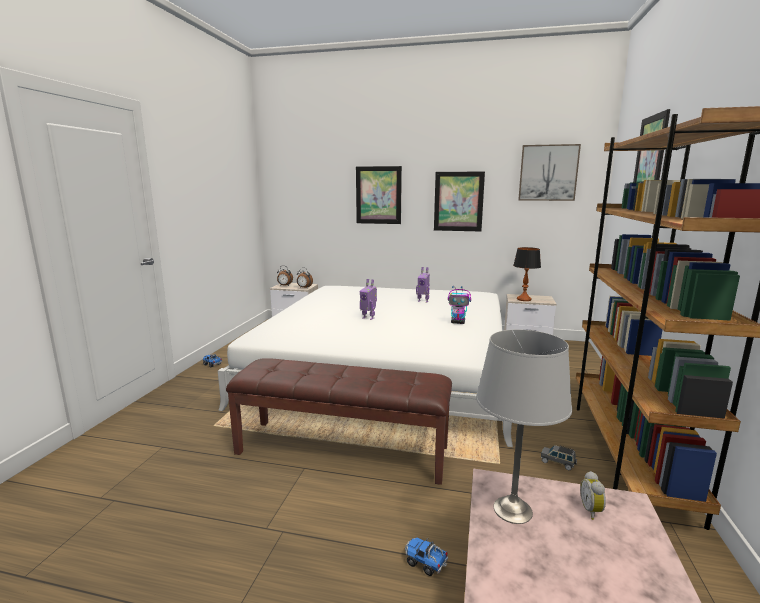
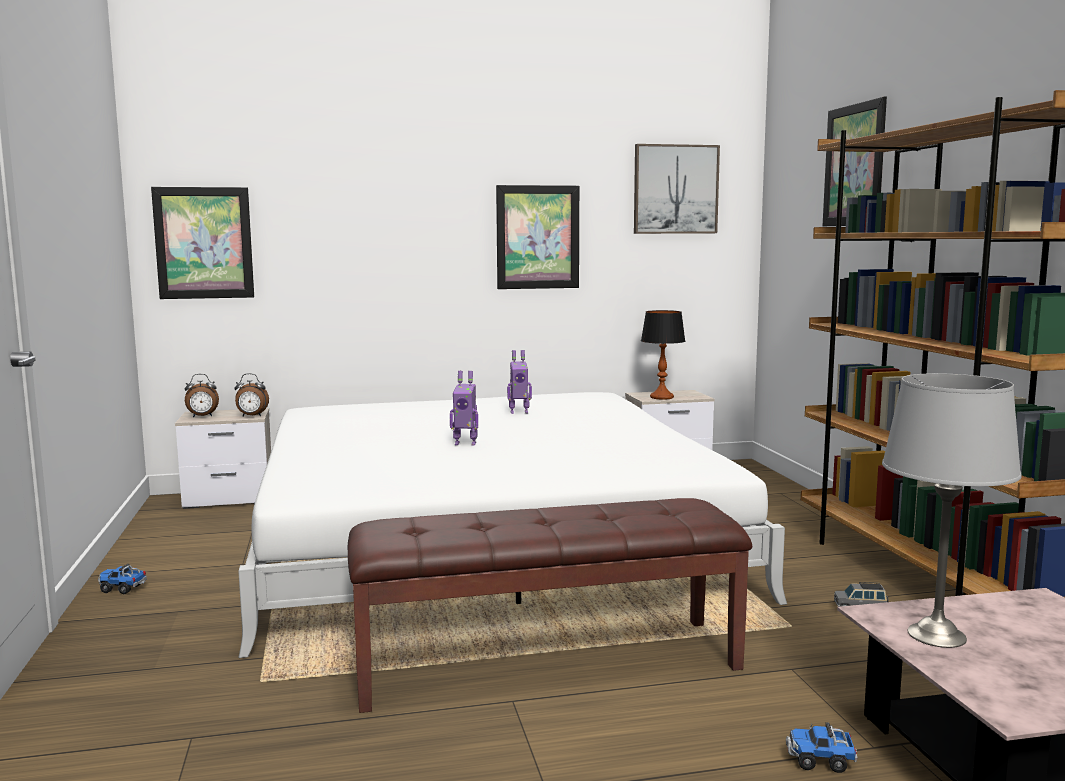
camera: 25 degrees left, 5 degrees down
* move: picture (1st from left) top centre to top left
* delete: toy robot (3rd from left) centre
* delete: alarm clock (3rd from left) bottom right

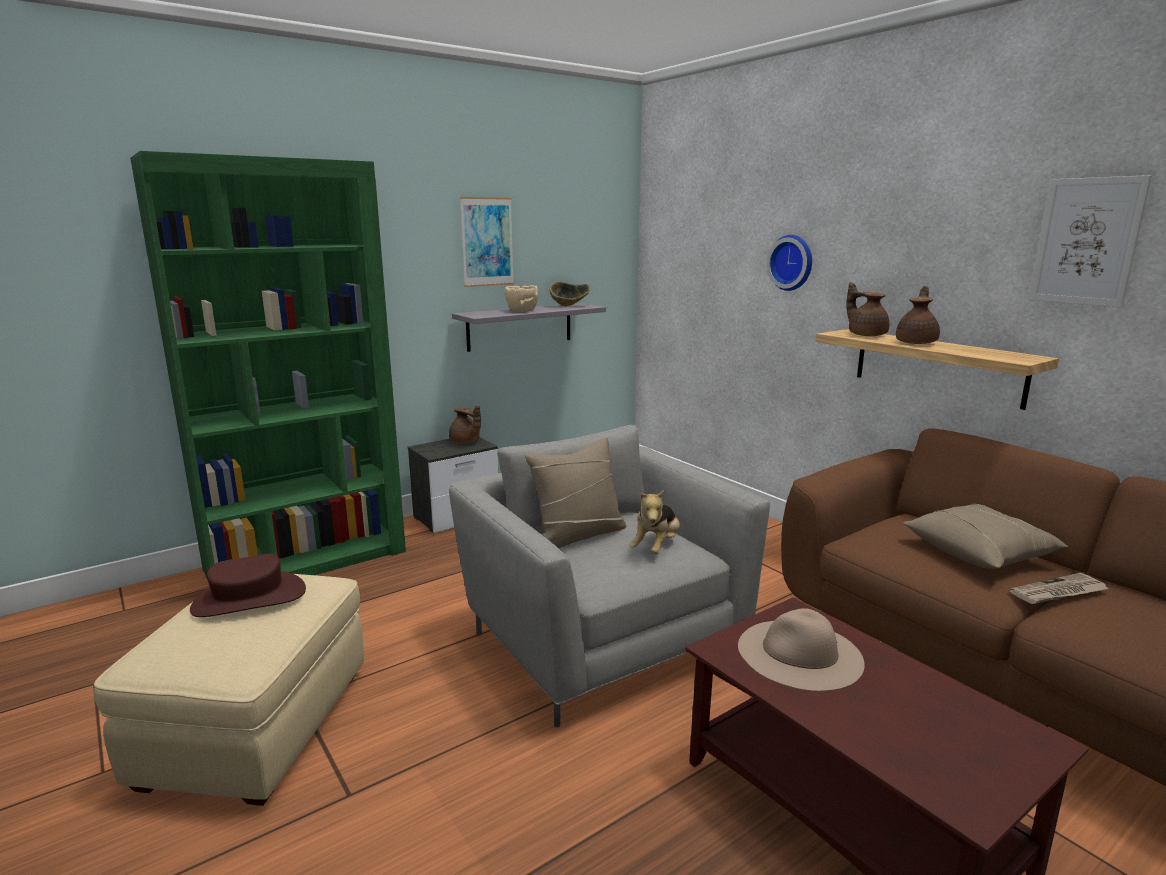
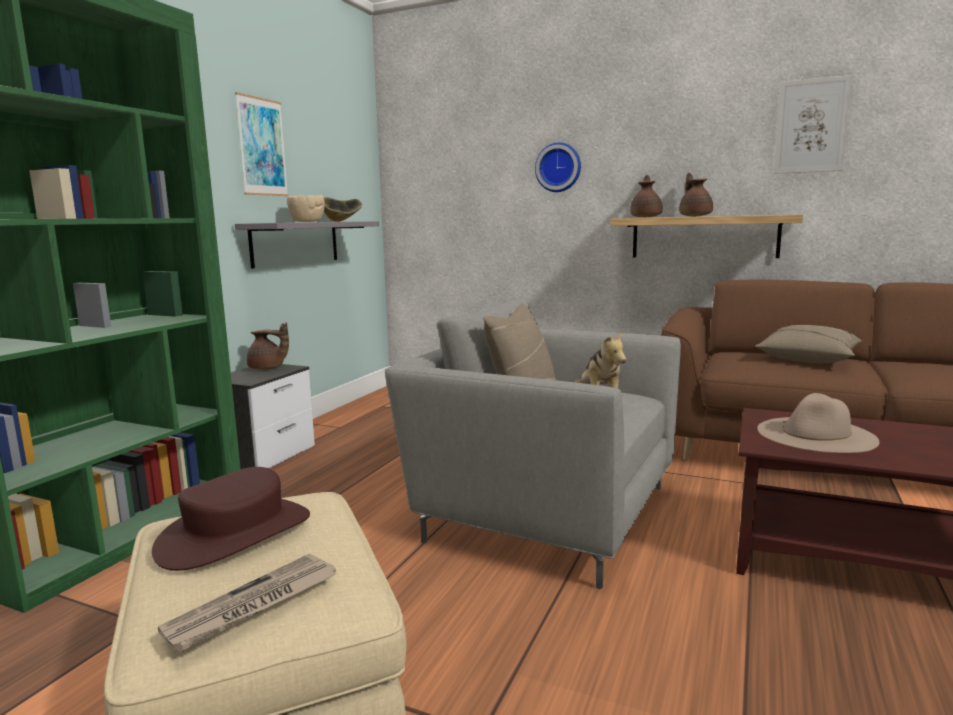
camera: 30 degrees left, 5 degrees down
* rotate: teapot/brown (2nd from left) middle right = top right 75 degrees clockwise
* move: newspaper bottom right to bottom left

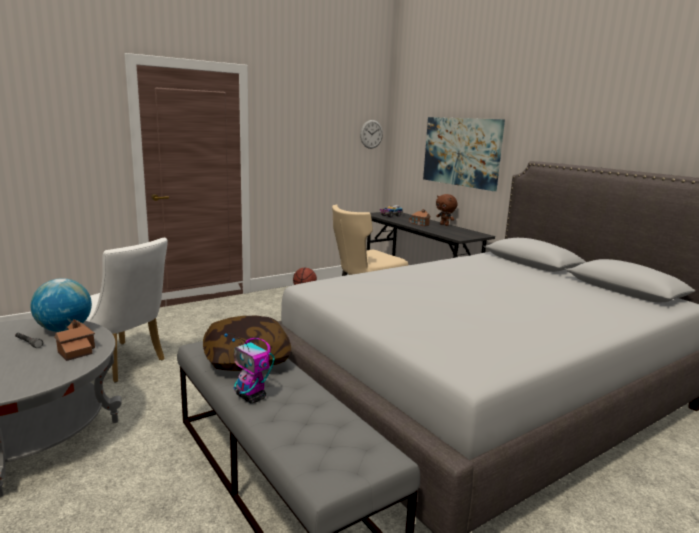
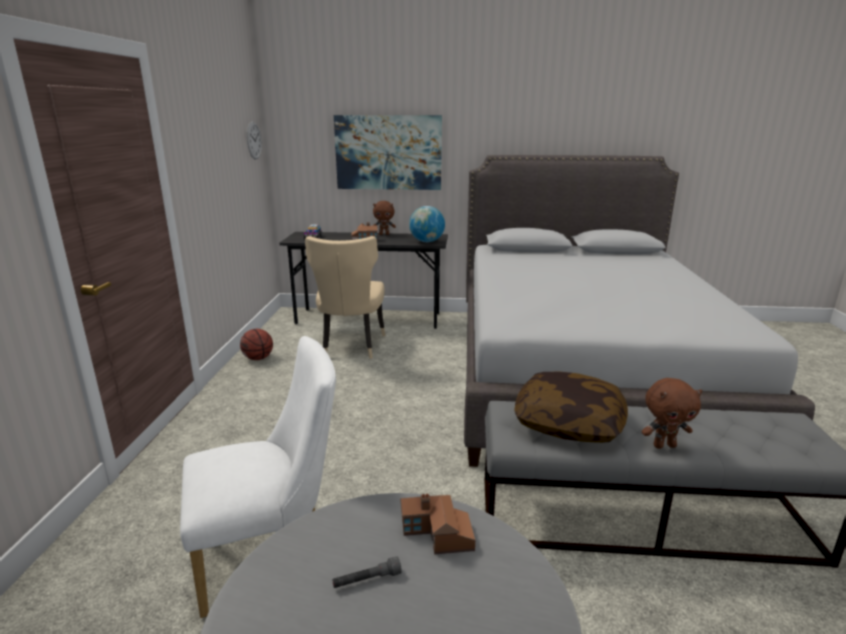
camera: 50 degrees left, 5 degrees up
* move: globe middle left to centre
* replace: toy robot bottom centre to plush toy/brown (2nd from left) middle right

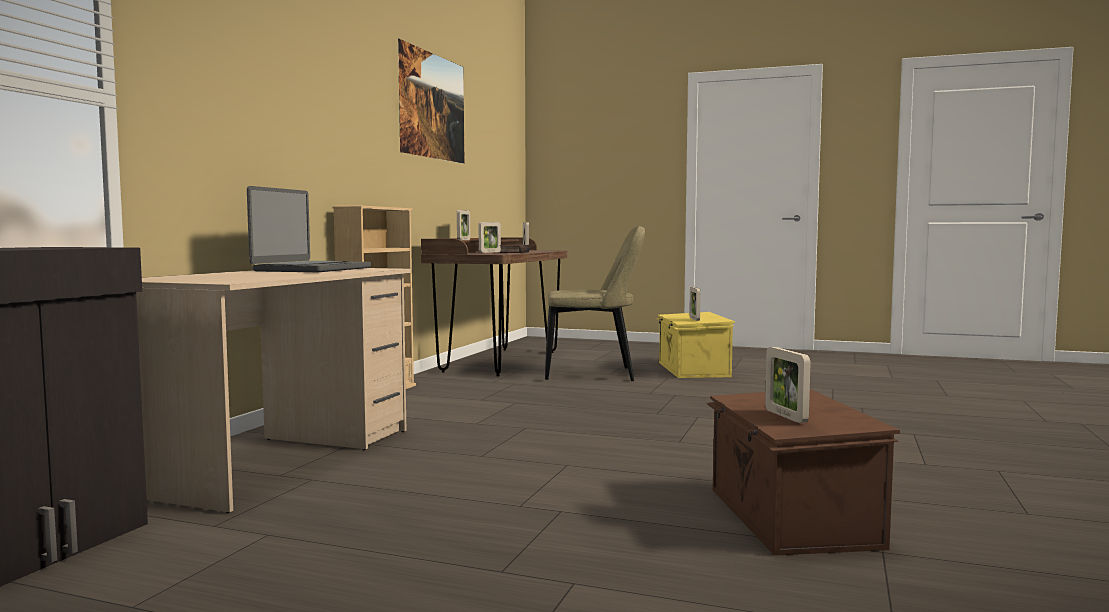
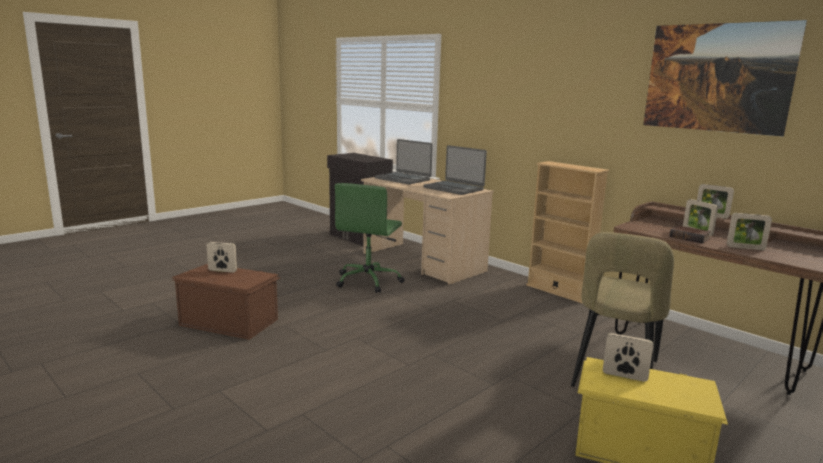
camera: 115 degrees right, 10 degrees up
* insert: laptop (1st from left) centre
* insert: office chair/green centre

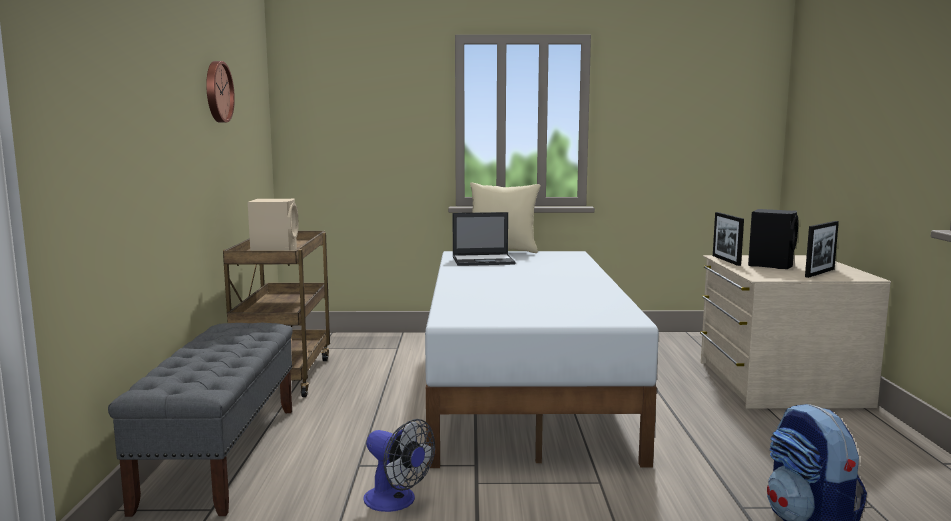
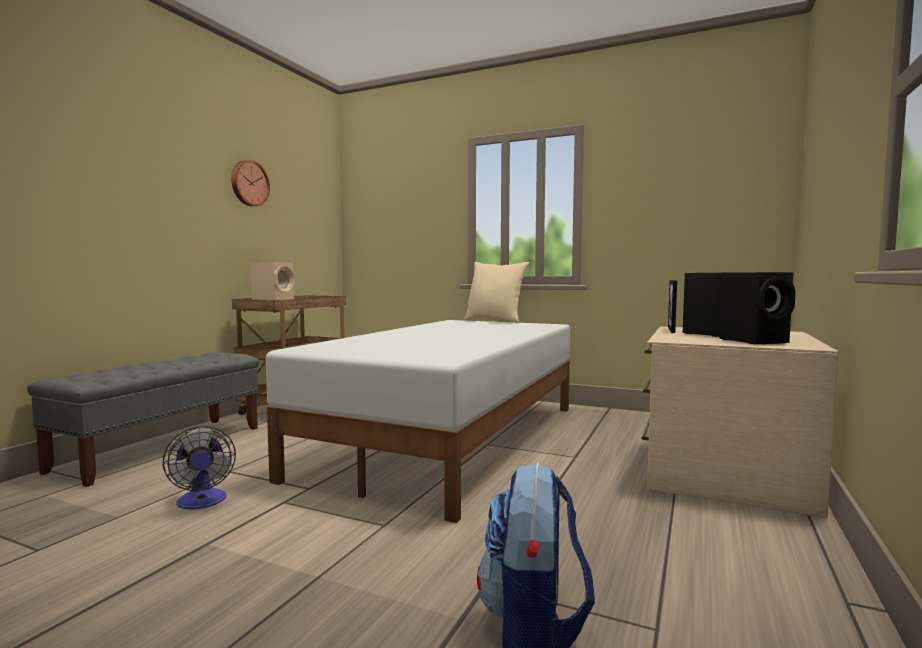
camera: 25 degrees right, 5 degrees down
* delete: laptop centre
* replace: picture frame (2nd from left) middle right to speaker/black (2nd from left) middle right

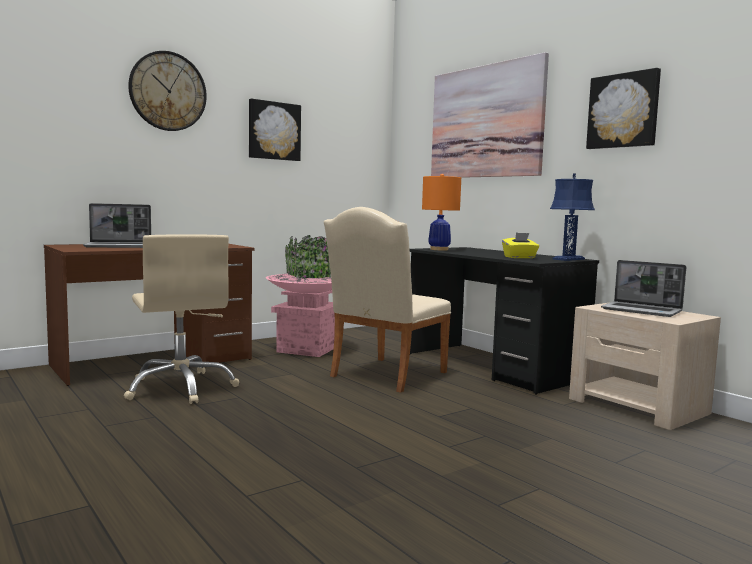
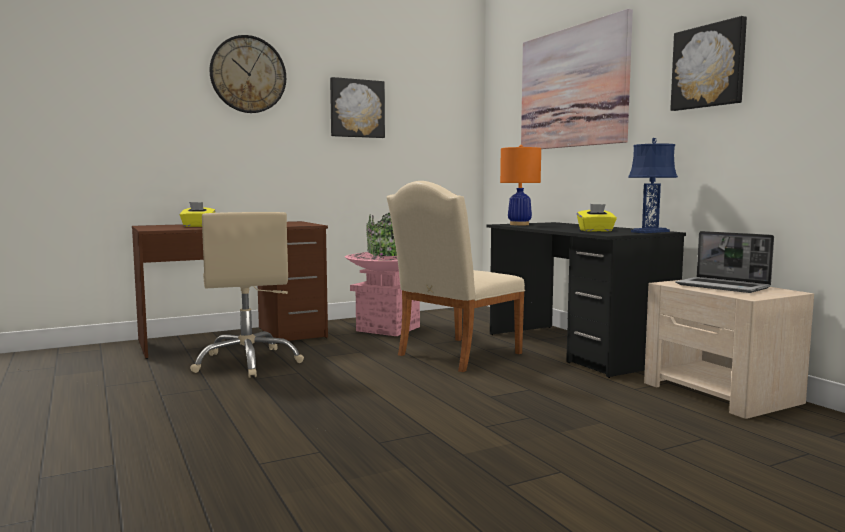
camera: 10 degrees right, 0 degrees up
* replace: laptop (1st from left) middle left to tissue box/yellow (1st from left) middle left

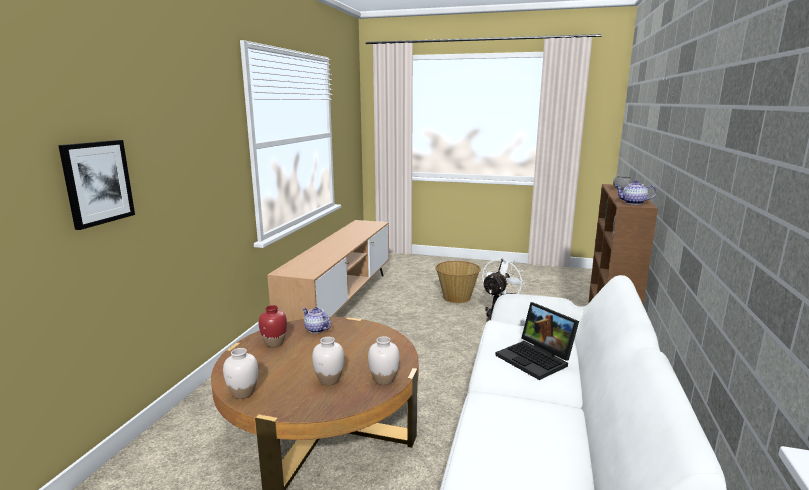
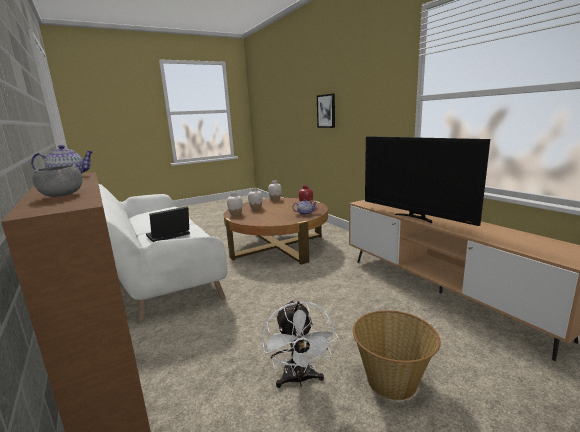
camera: 135 degrees right, 0 degrees up
* rotate: laptop bottom centre = middle left 45 degrees counterclockwise
* insert: television middle right

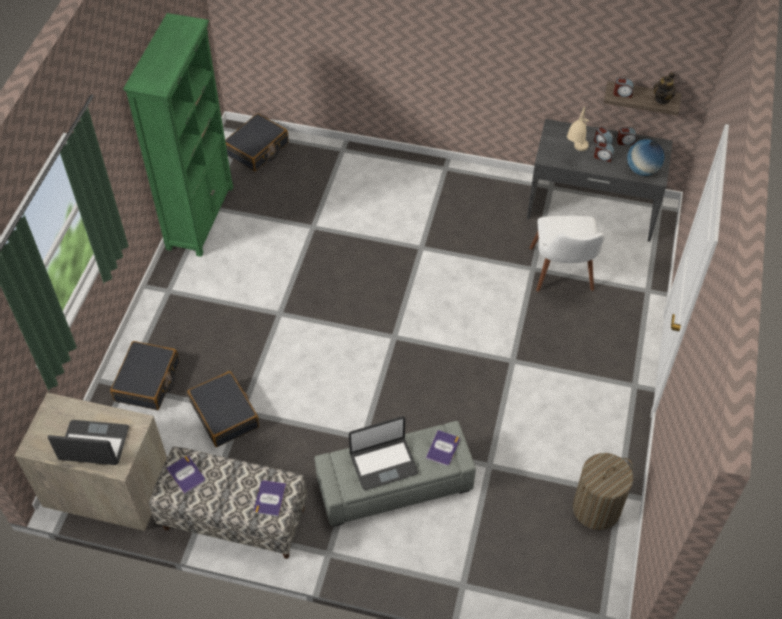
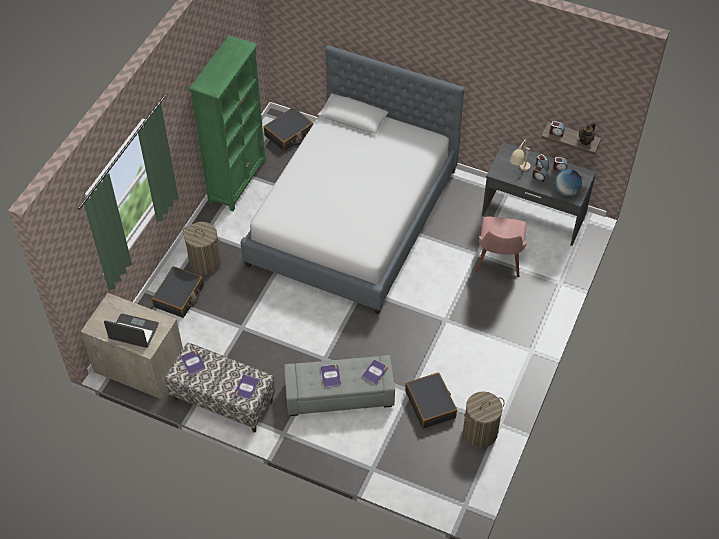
camera: 10 degrees right, 0 degrees up
* recolor: chair/white middle right to chair/pink middle right
* move: suitcase/black (2nd from left in the first image) middle left to suitcase/black (3rd from left) bottom centre
* replace: laptop (2nd from left) bottom centre to book (3rd from left) bottom centre
* insert: bed centre
* insert: laundry basket (1st from left) middle left

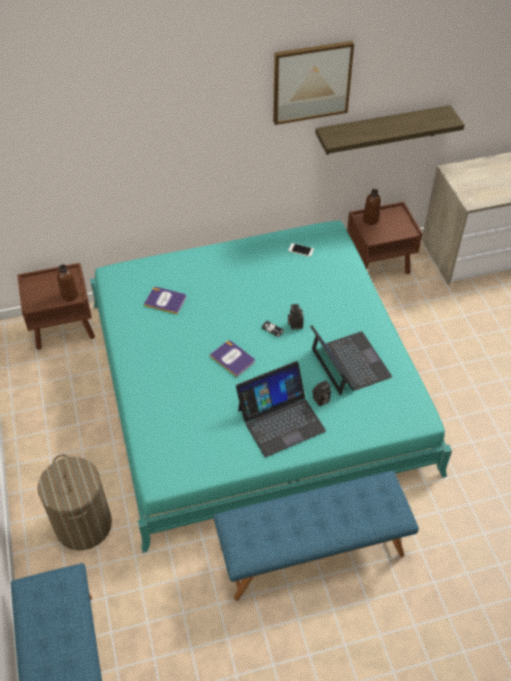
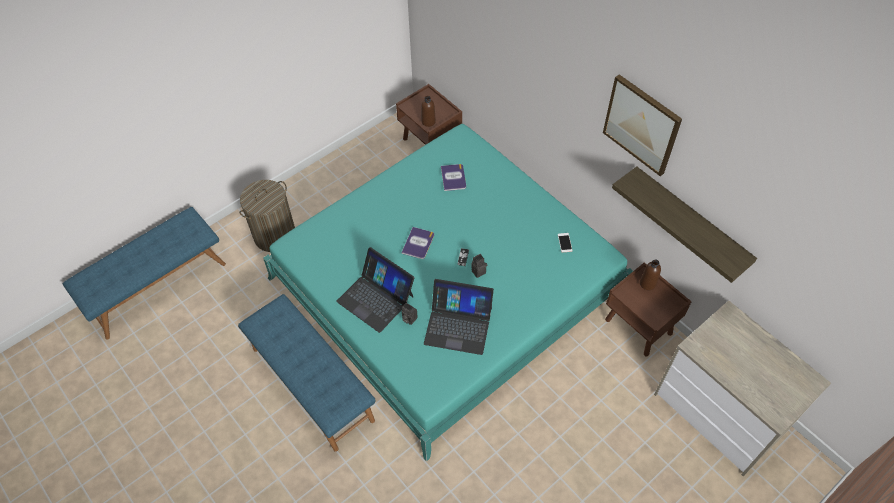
camera: 65 degrees right, 5 degrees up
* rotate: laptop (2nd from left) middle right = centre 60 degrees clockwise

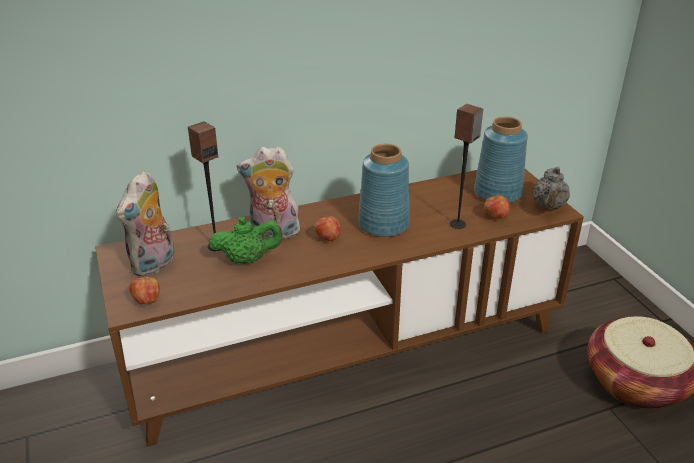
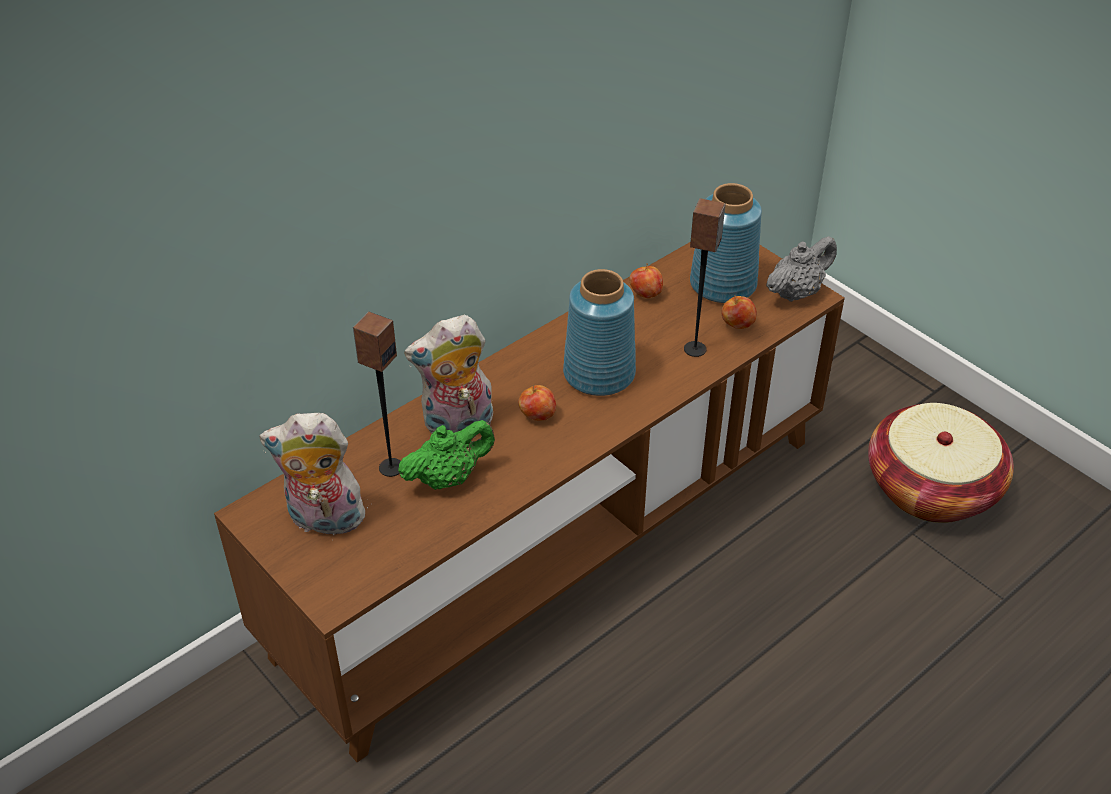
camera: 20 degrees left, 10 degrees up
* rotate: teapot/grey middle right = middle right 120 degrees counterclockwise
* rotate: plush toy (1st from left) middle left = middle left 90 degrees clockwise
* move: apple (1st from left in the first image) middle left to apple (2nd from left) centre

